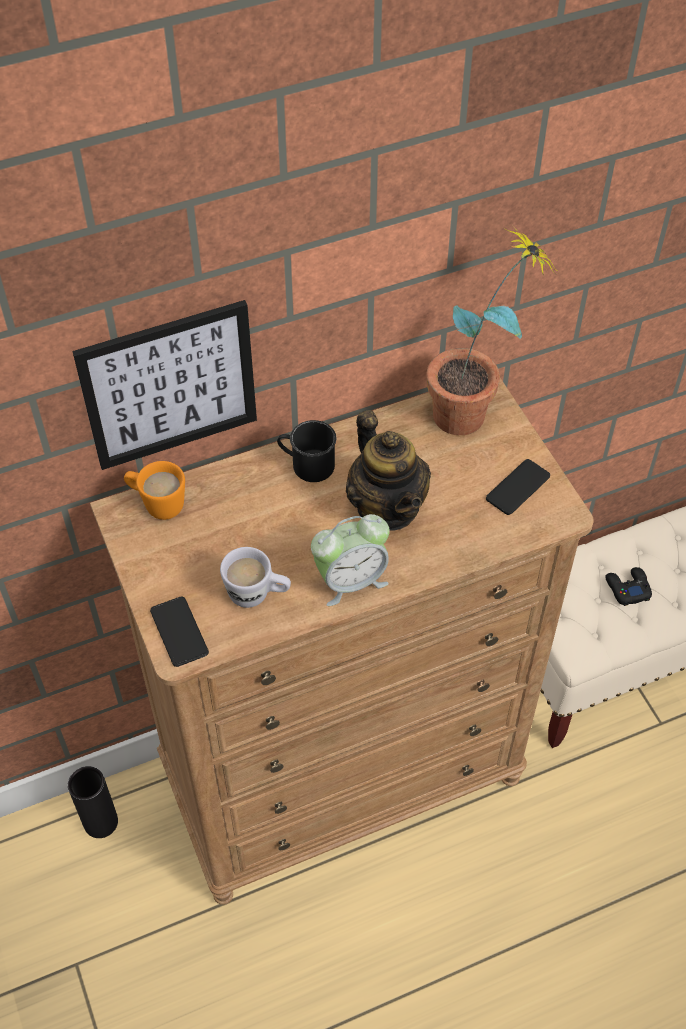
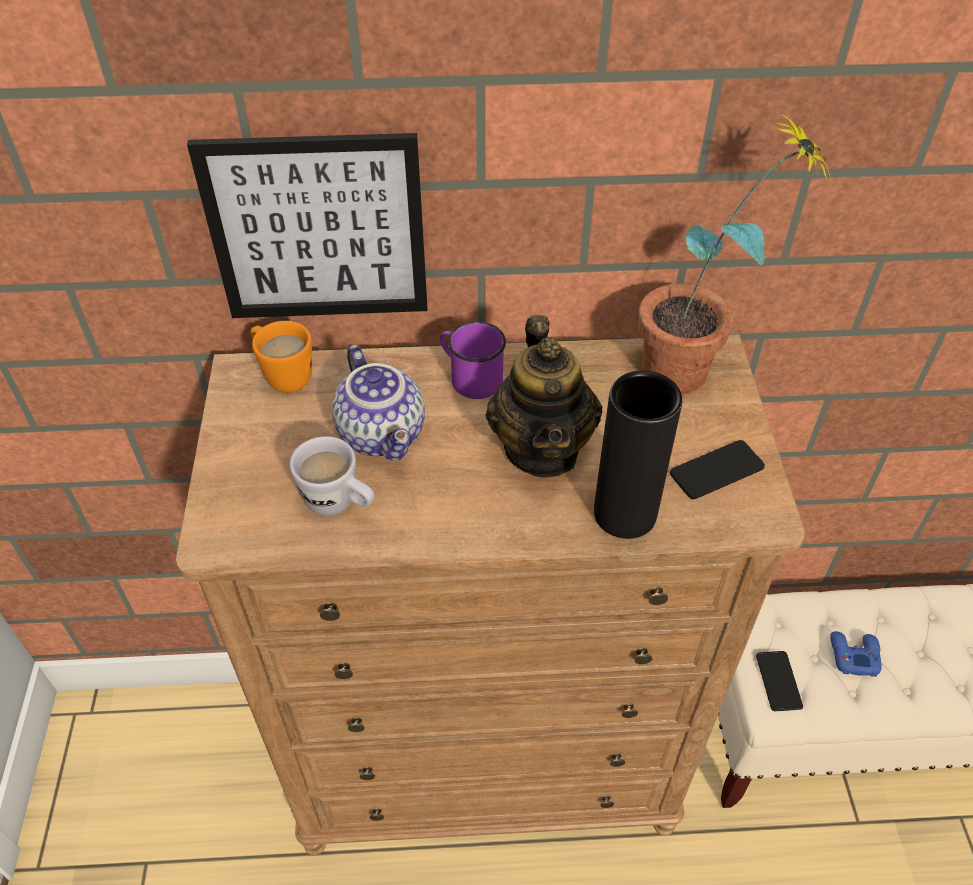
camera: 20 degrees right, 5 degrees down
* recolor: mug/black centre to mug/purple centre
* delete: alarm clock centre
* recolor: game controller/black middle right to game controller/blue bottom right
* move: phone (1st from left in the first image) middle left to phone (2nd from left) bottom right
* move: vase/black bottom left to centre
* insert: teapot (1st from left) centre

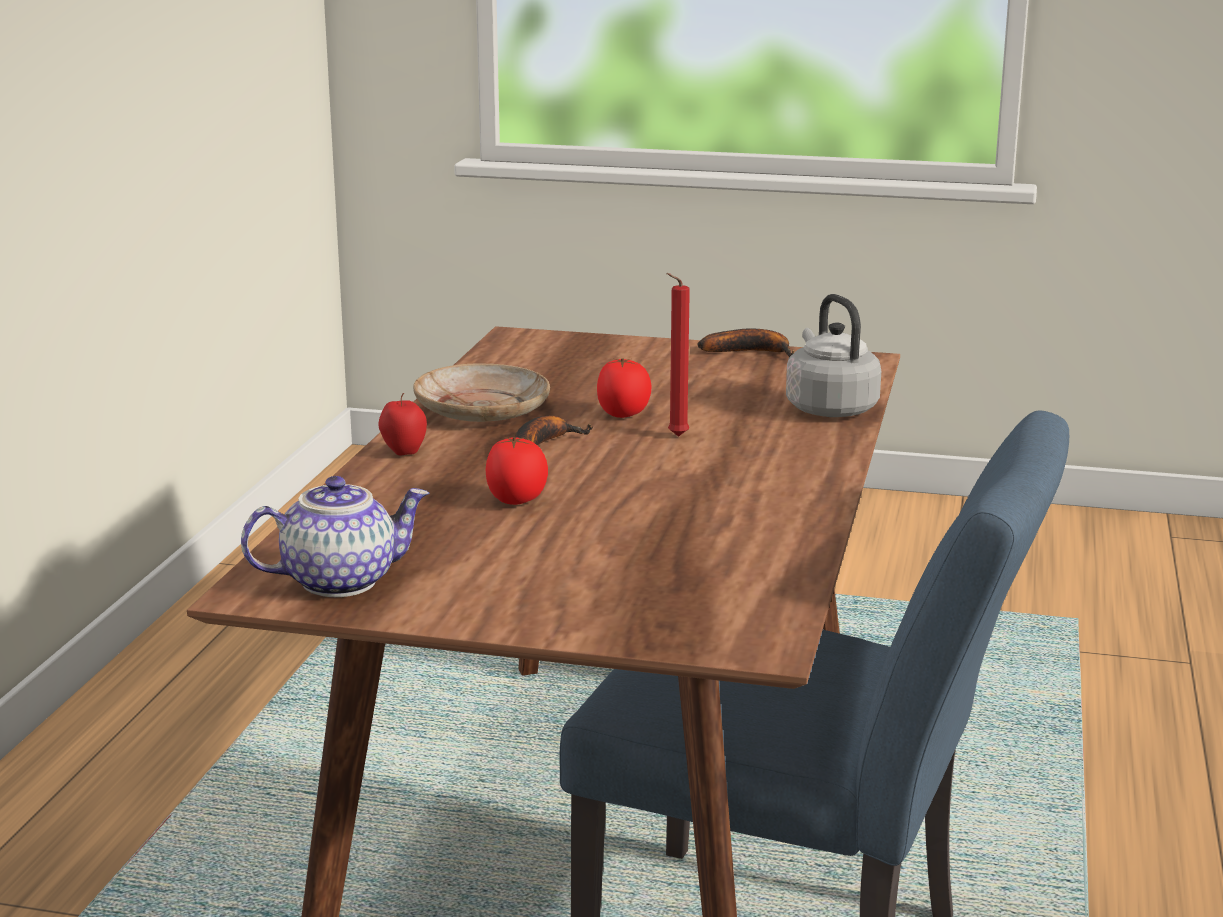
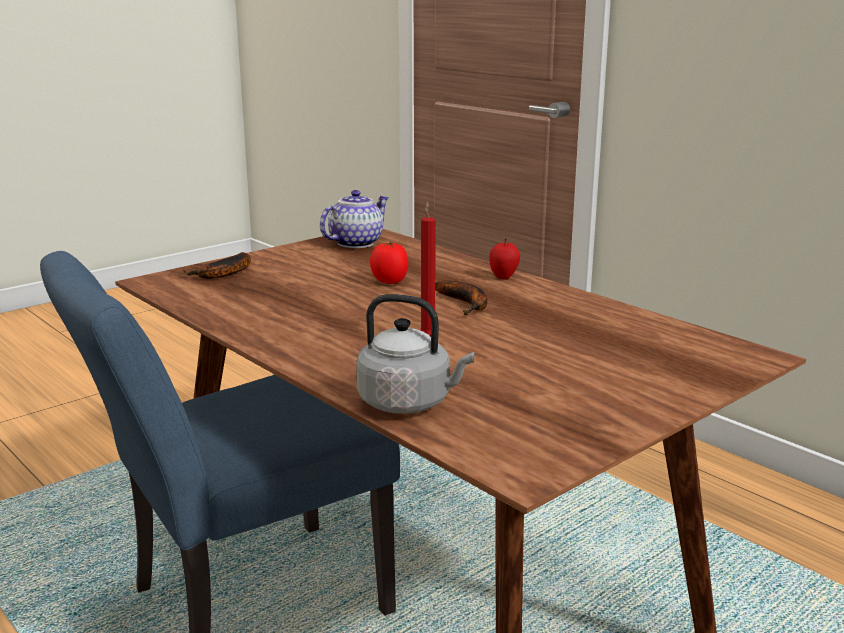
camera: 125 degrees right, 0 degrees up
* move: banana (2nd from left in the first image) centre to banana (1st from left) middle left
* delete: tomato (2nd from left) centre
* delete: plate/beige centre
* rotate: teapot middle left = centre 150 degrees counterclockwise

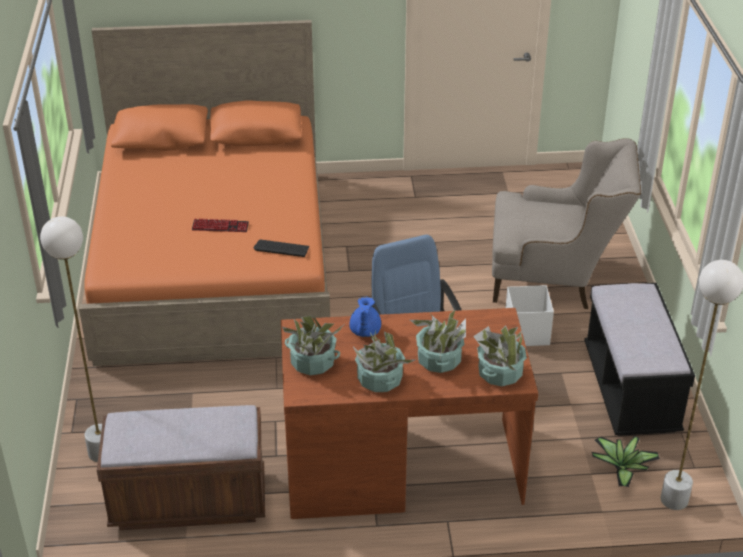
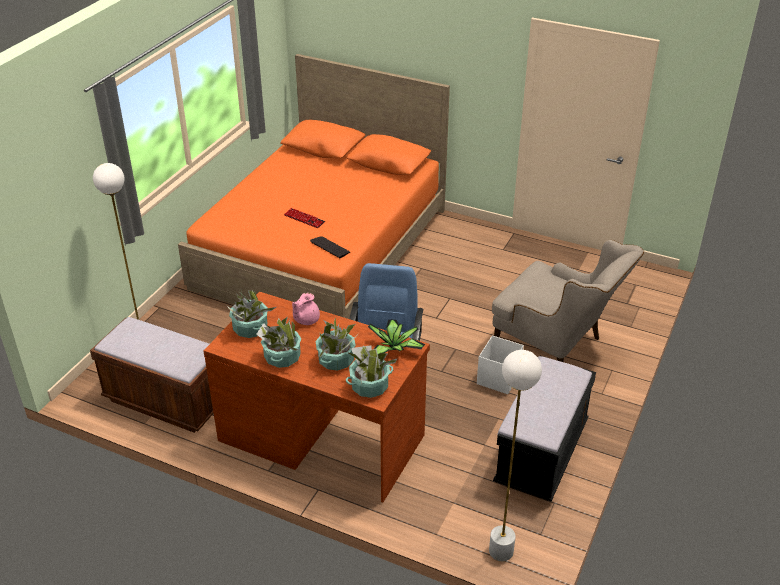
camera: 30 degrees right, 0 degrees up
* recolor: teapot/blue centre to teapot/pink centre
* move: potted plant (5th from left) bottom right to centre

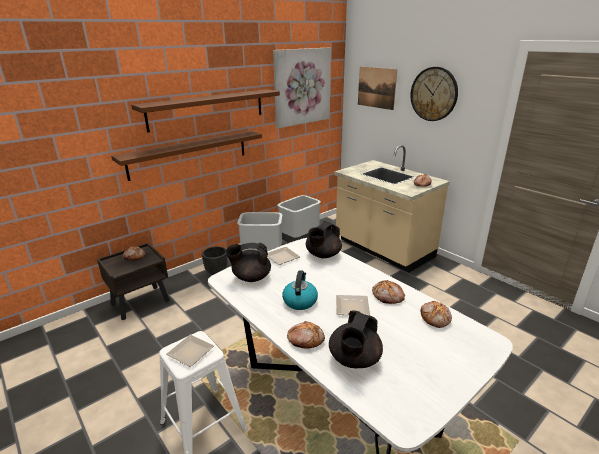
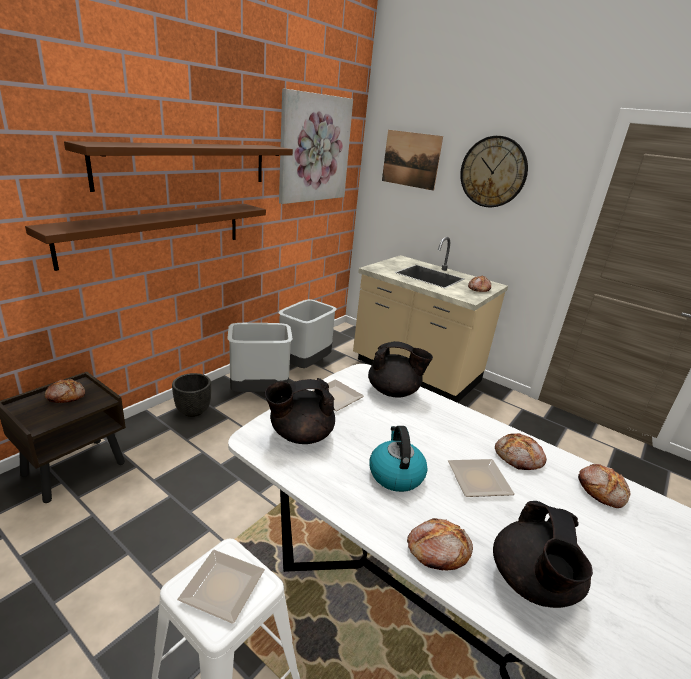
camera: 15 degrees left, 0 degrees up
* rotate: teapot/black (2nd from left) centre = centre 105 degrees counterclockwise

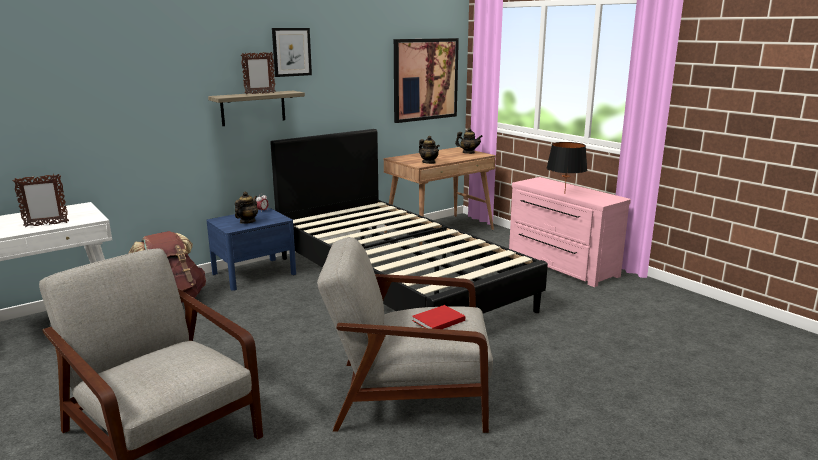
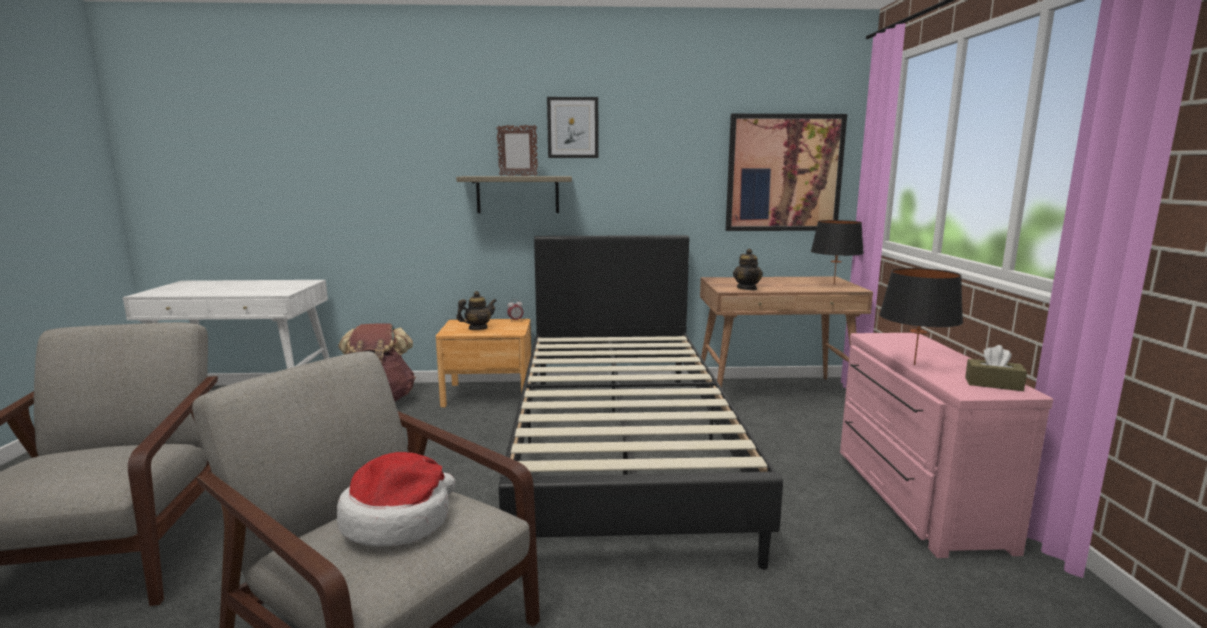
camera: 35 degrees right, 5 degrees down
* replace: teapot (3rd from left) top centre to table lamp/black (1st from left) middle right
* delete: picture frame (1st from left) middle left
* recolor: nightstand/blue middle left to nightstand/brown centre
* replace: book/red bottom centre to hat bottom left
* insert: tissue box/brown middle right

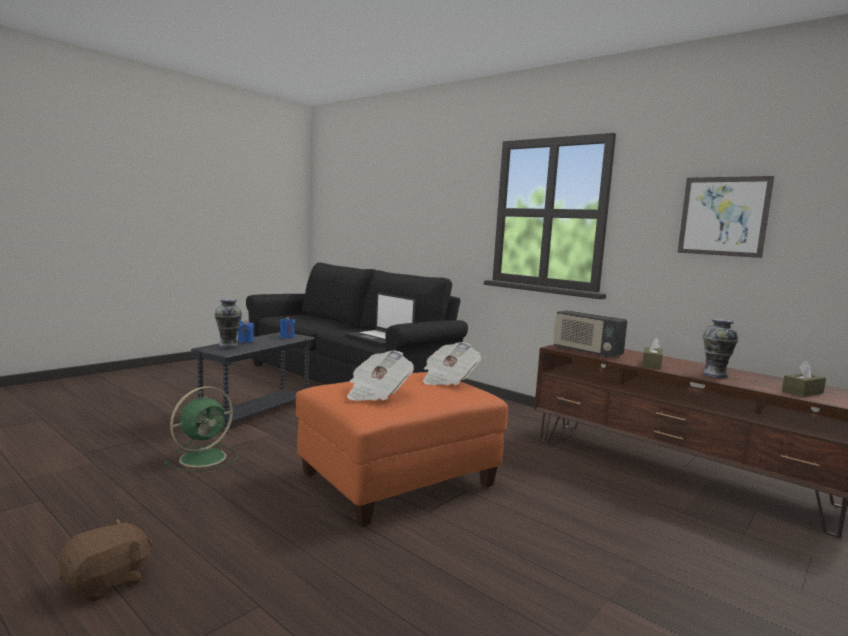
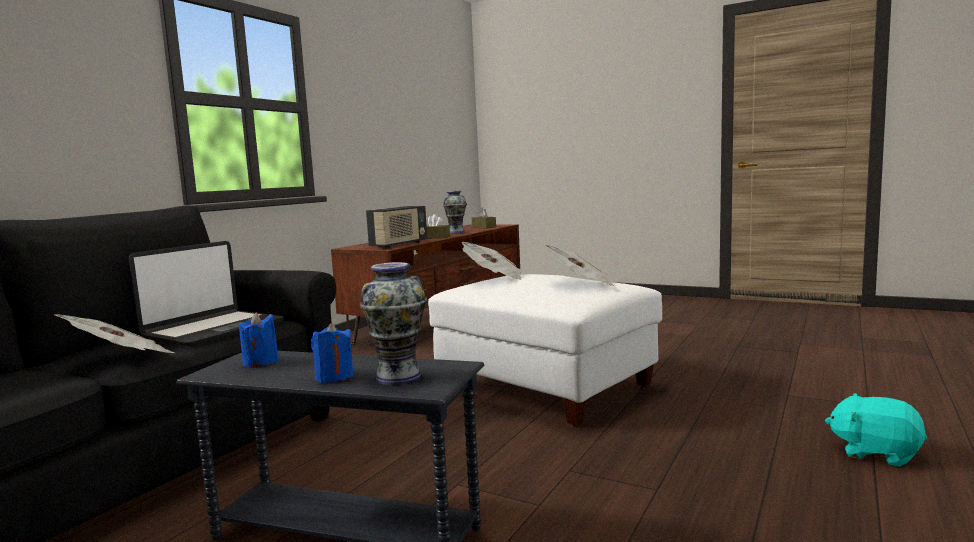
camera: 100 degrees left, 0 degrees up
* delete: picture middle right
* recolor: ottoman/orange bottom centre to ottoman/white centre
* delete: fan/green bottom left
* recolor: plush toy/brown bottom left to plush toy/turquoise bottom right
* insert: newspaper (1st from left) middle left

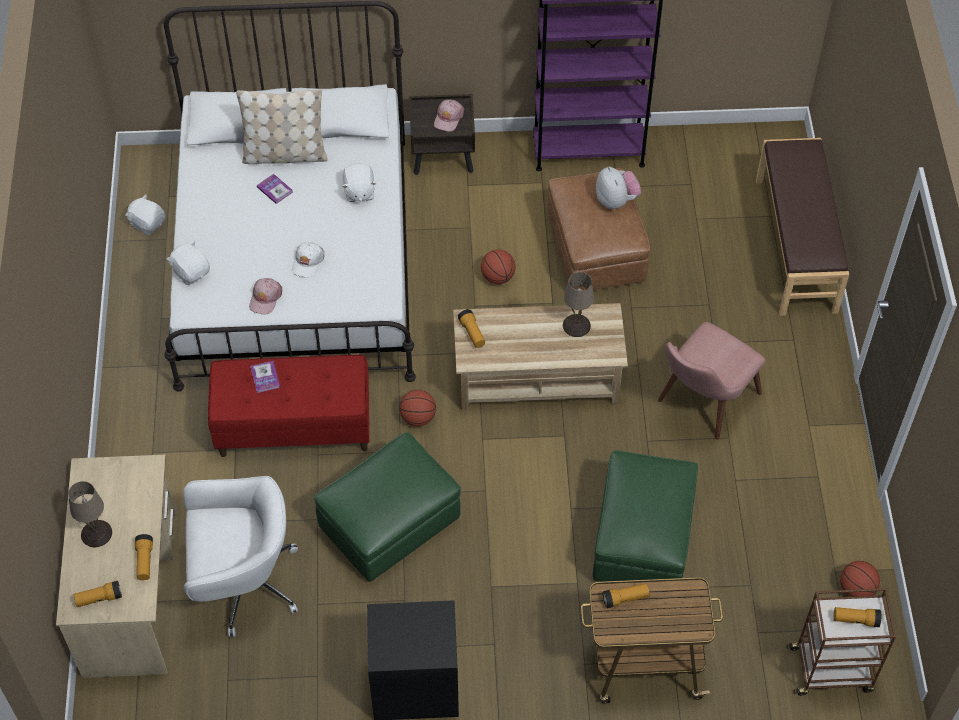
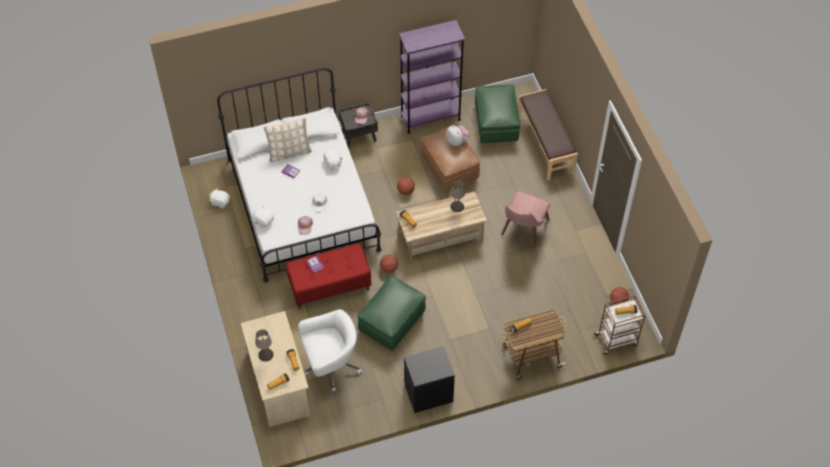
camera: 15 degrees left, 0 degrees up
* move: ottoman/green (2nd from left) bottom right to top centre

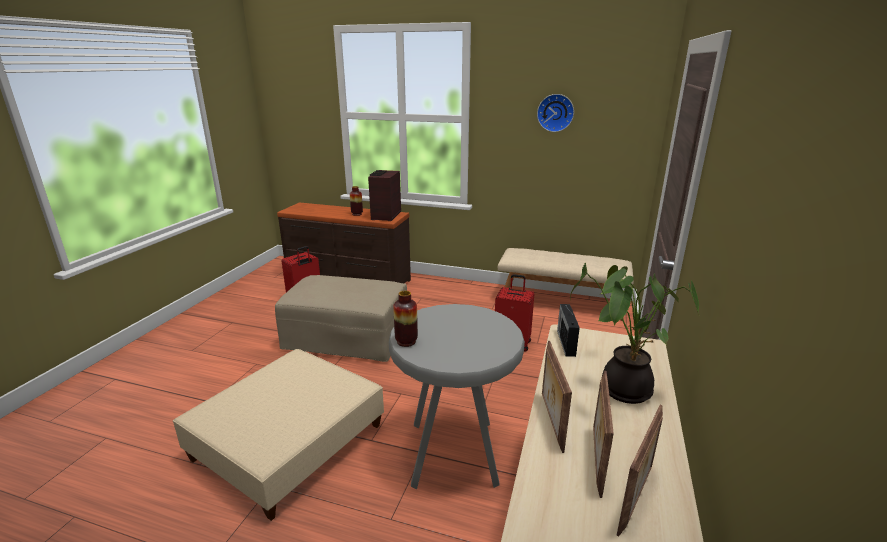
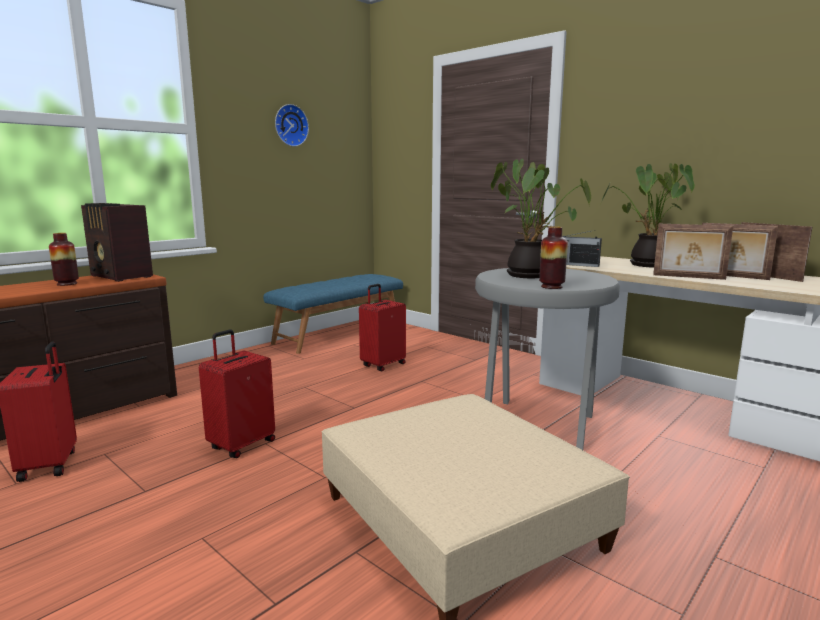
camera: 65 degrees left, 10 degrees down
* recolor: bench/beige centre to bench/blue centre
* replace: ottoman/beige (2nd from left) centre to suitcase/red (2nd from left) middle left
* insert: potted plant (1st from left) centre

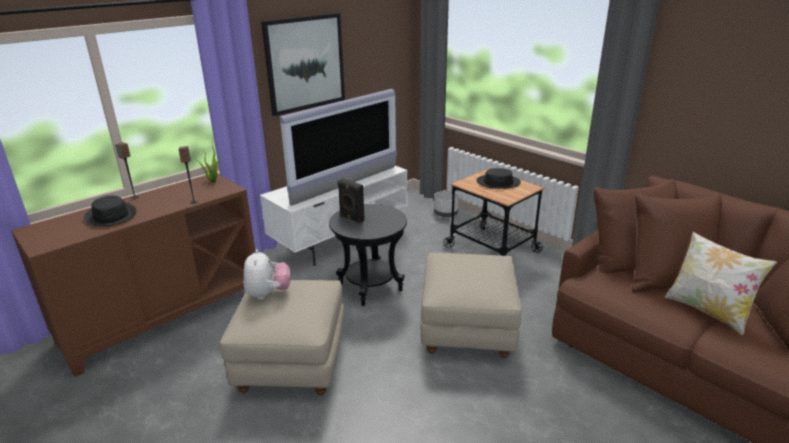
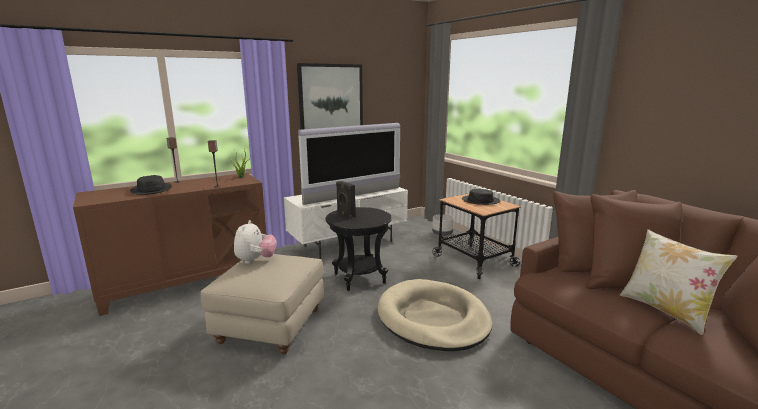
camera: 10 degrees right, 10 degrees down
* replace: ottoman/beige (2nd from left) bottom centre to dog bed/beige bottom centre

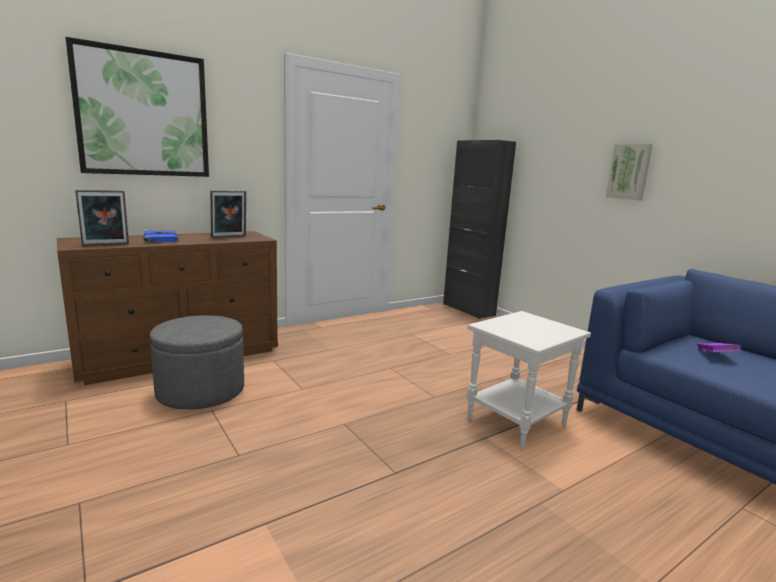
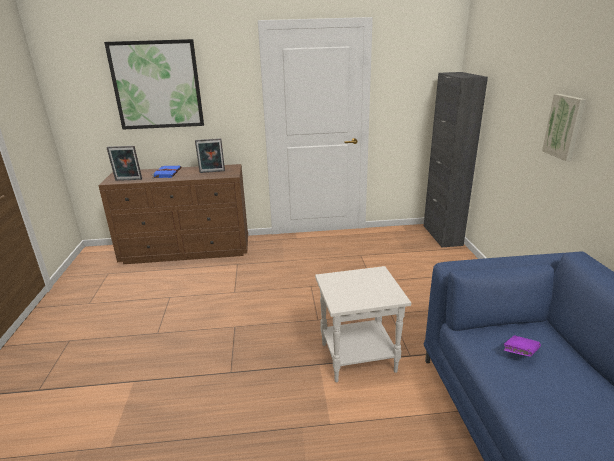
camera: 30 degrees right, 10 degrees up
* delete: ottoman/grey middle left

